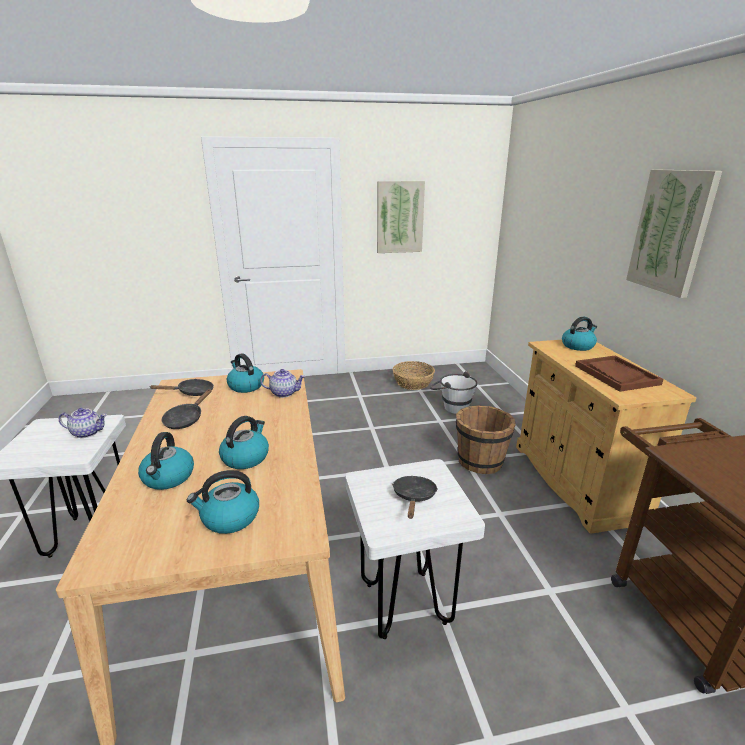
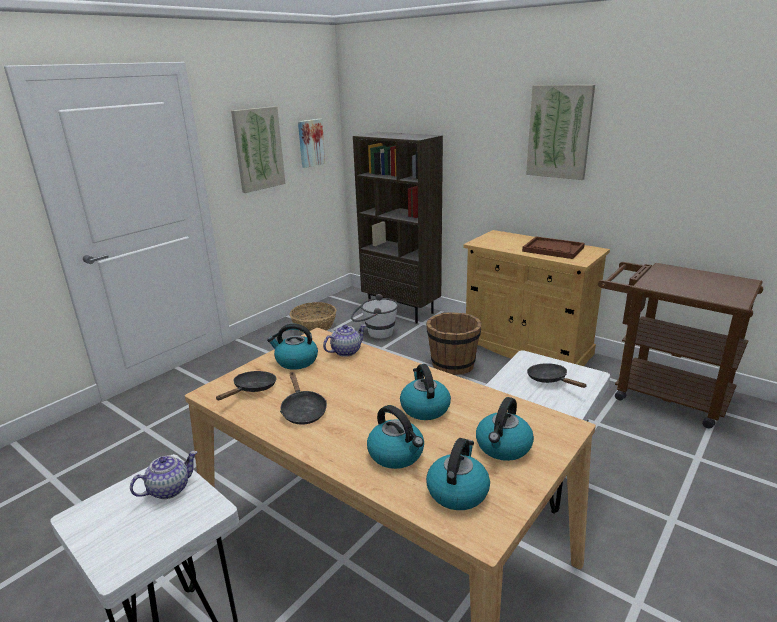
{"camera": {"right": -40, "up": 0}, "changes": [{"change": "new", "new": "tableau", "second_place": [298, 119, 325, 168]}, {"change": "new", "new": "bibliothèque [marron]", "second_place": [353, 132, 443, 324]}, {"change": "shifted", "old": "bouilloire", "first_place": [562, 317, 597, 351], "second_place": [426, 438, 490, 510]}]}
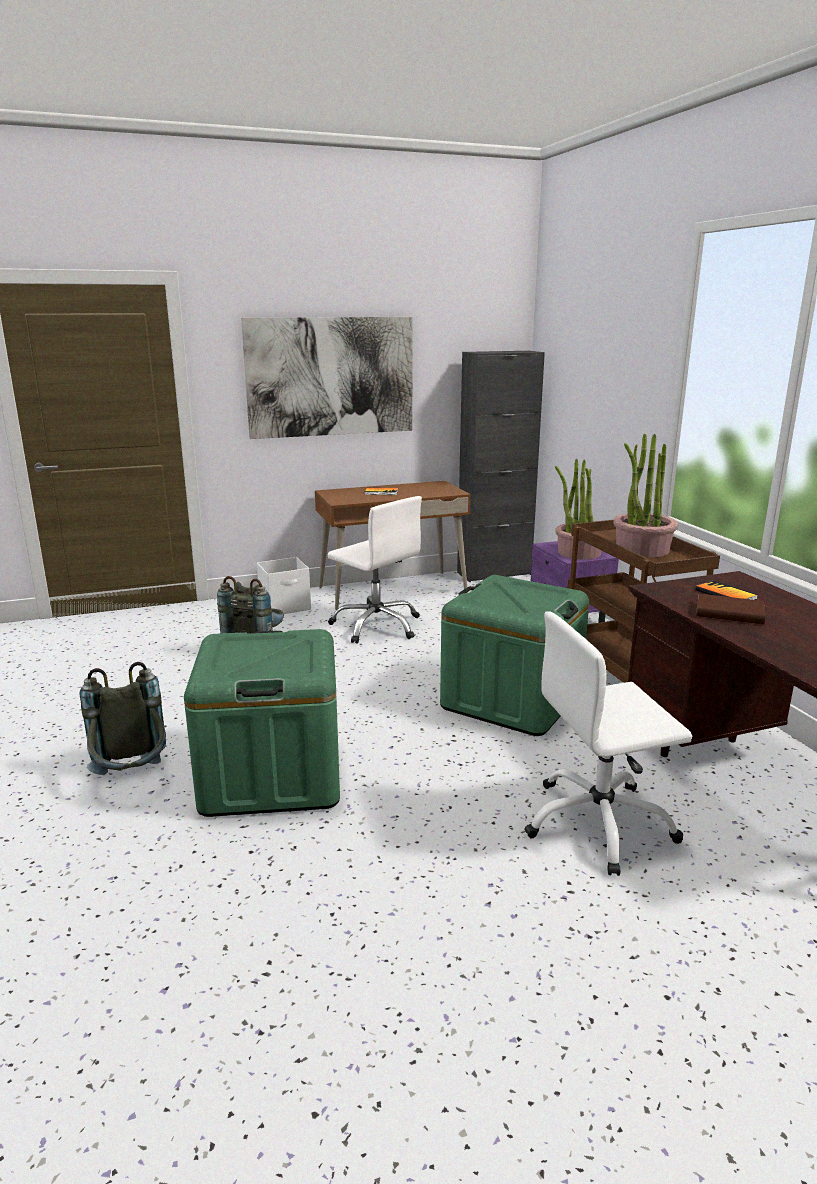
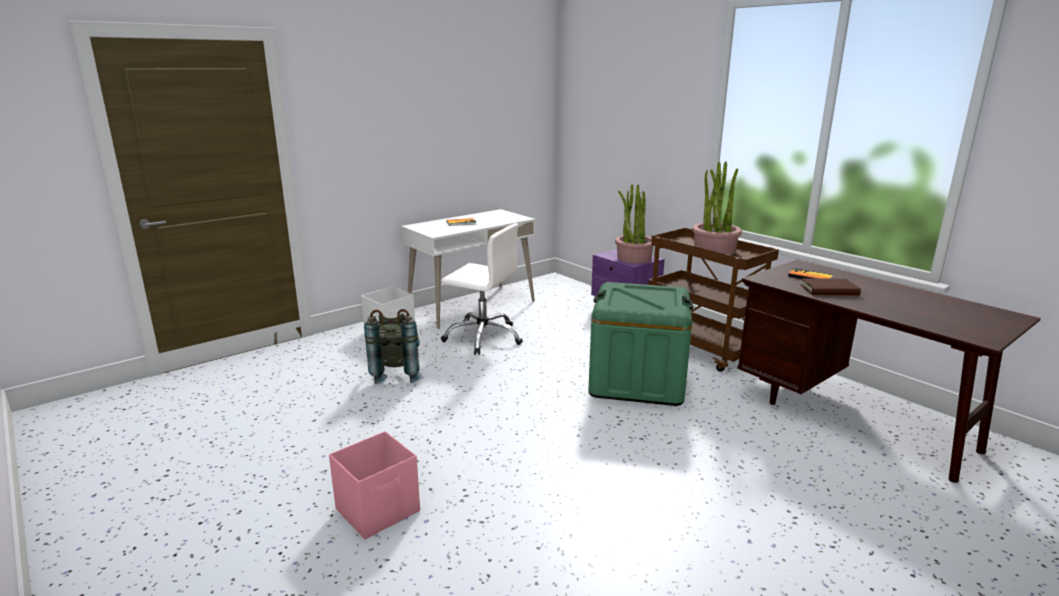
{"camera": {"right": -20, "up": 0}, "changes": [{"change": "swapped", "old": "sac à dos [gris]", "new": "boîte de rangement [rose]", "first_place": [80, 662, 166, 775], "second_place": [329, 431, 420, 539]}, {"change": "repainted", "old": "bureau [marron]", "new": "bureau [blanc]", "first_place": [315, 481, 471, 610], "second_place": [401, 209, 535, 329]}, {"change": "gone", "old": "boîte de rangement [vert]", "first_place": [184, 629, 340, 817]}, {"change": "gone", "old": "tableau", "first_place": [241, 317, 413, 439]}, {"change": "gone", "old": "meuble de rangement [noir]", "first_place": [457, 351, 545, 582]}, {"change": "gone", "old": "chaise de bureau [blanc]", "first_place": [525, 611, 692, 876]}]}
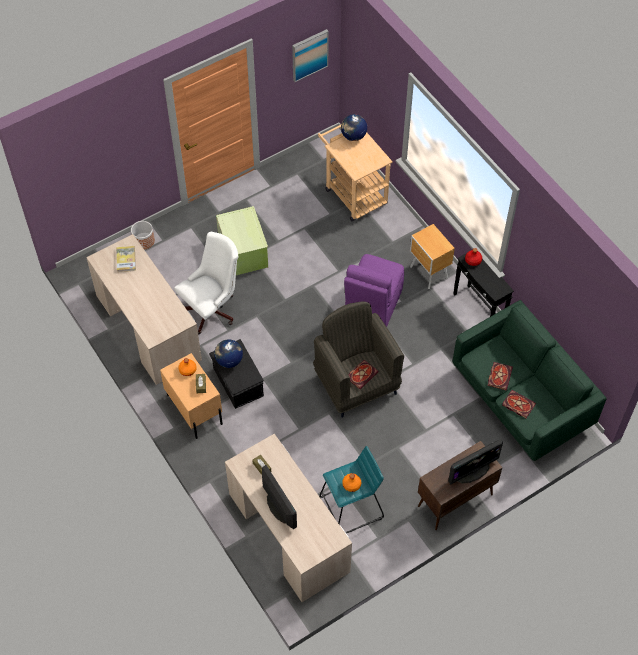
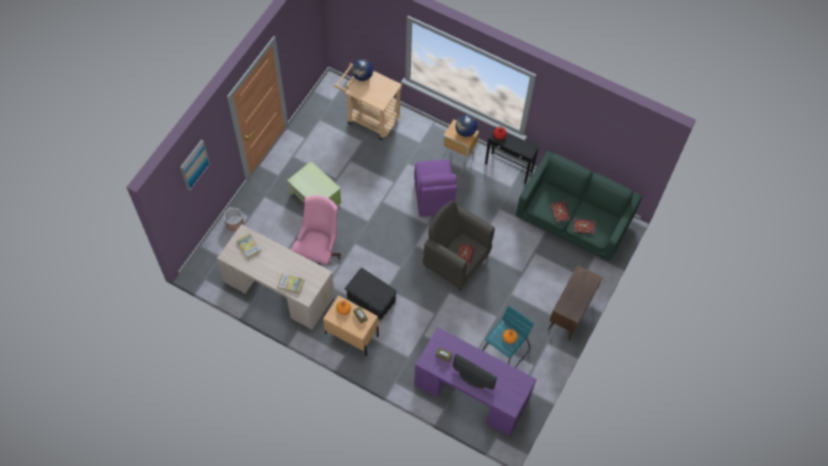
{"camera": {"right": -30, "up": 5}, "changes": [{"change": "shifted", "old": "tableau", "first_place": [292, 29, 329, 82], "second_place": [180, 140, 210, 191]}, {"change": "new", "new": "livre", "second_place": [277, 273, 305, 294]}, {"change": "repainted", "old": "chaise de bureau [blanc]", "new": "chaise de bureau [rose]", "first_place": [174, 232, 239, 334], "second_place": [291, 195, 341, 265]}, {"change": "repainted", "old": "bureau [beige]", "new": "bureau [violet]", "first_place": [225, 434, 352, 602], "second_place": [414, 327, 537, 436]}, {"change": "shifted", "old": "globe", "first_place": [214, 339, 243, 368], "second_place": [455, 115, 477, 137]}, {"change": "gone", "old": "écran d'ordinateur", "first_place": [448, 440, 503, 484]}]}
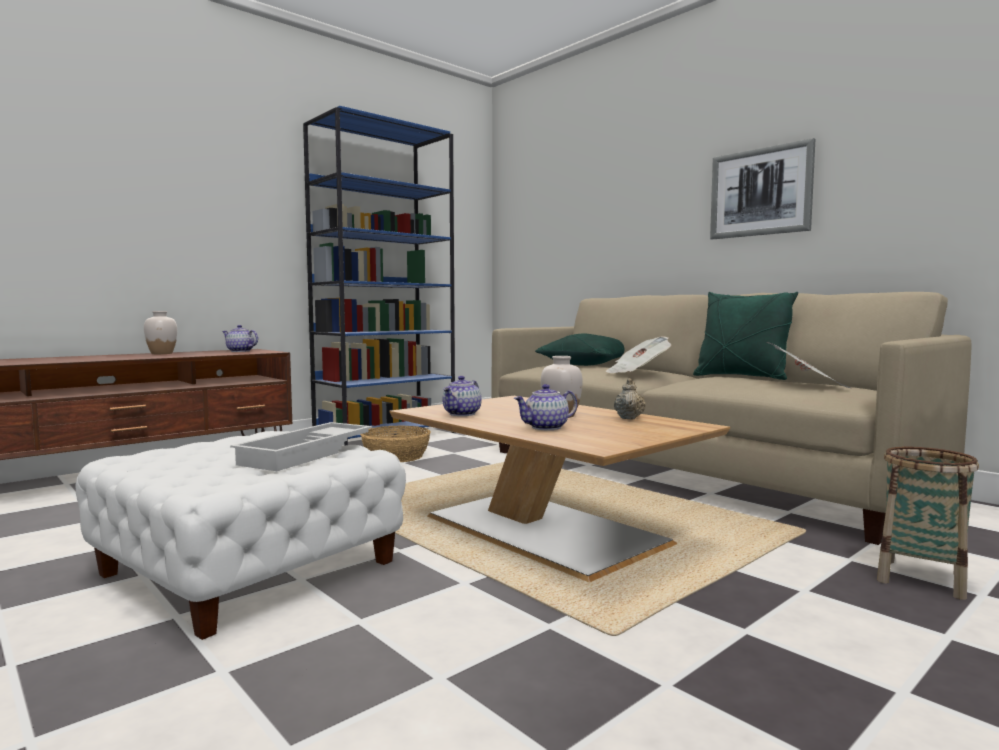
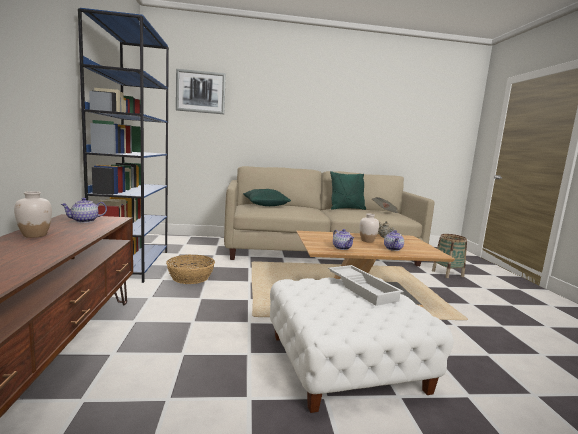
{"camera": {"right": -55, "up": 5}, "changes": [{"change": "shifted", "old": "tableau", "first_place": [710, 138, 815, 239], "second_place": [176, 69, 226, 114]}, {"change": "gone", "old": "journal", "first_place": [606, 336, 671, 373]}]}
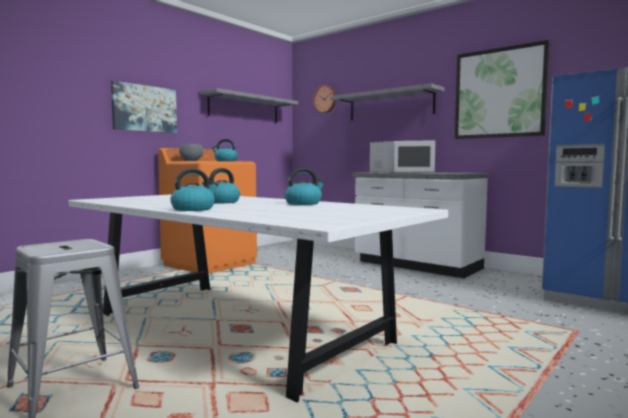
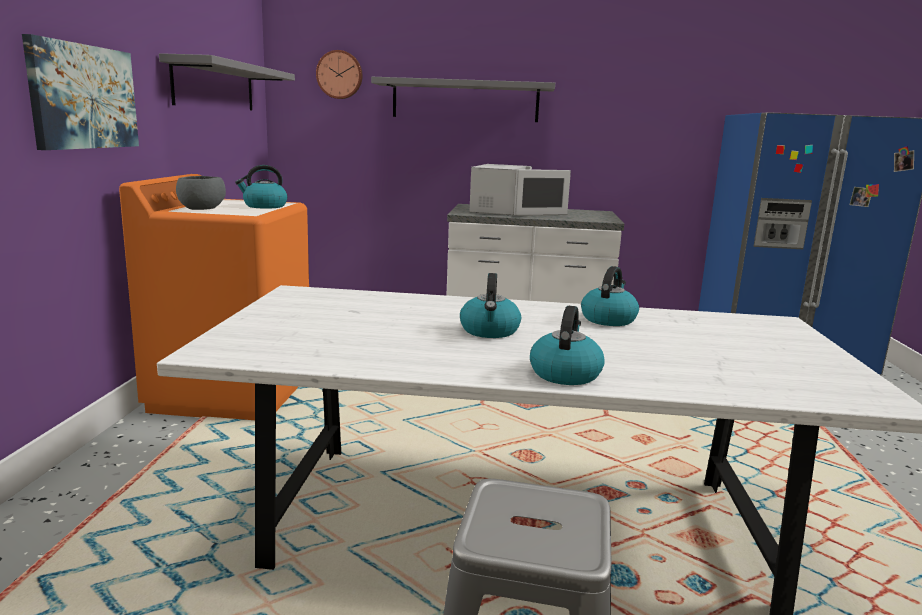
{"camera": {"right": -35, "up": 10}, "changes": [{"change": "gone", "old": "tableau", "first_place": [455, 40, 550, 139]}]}
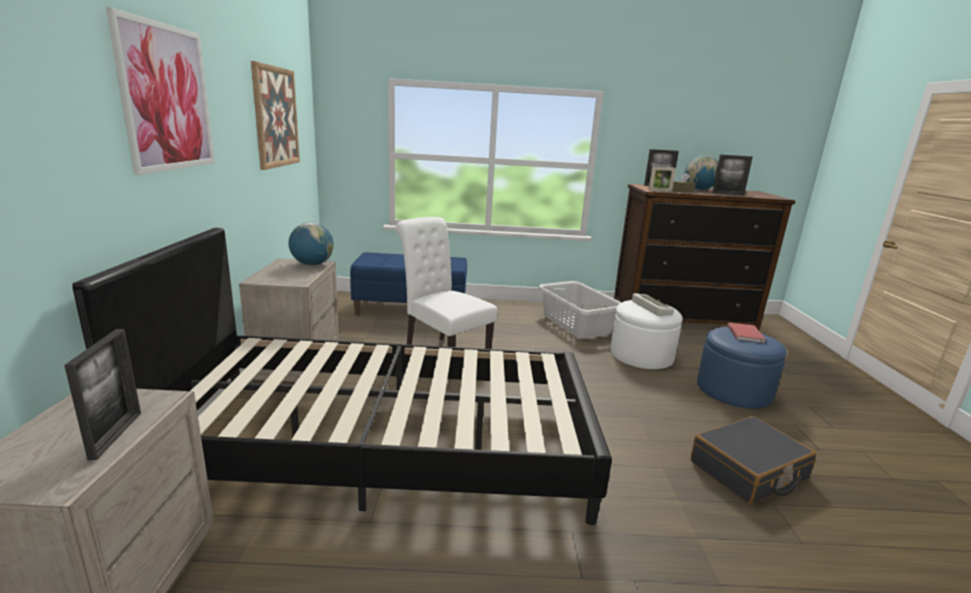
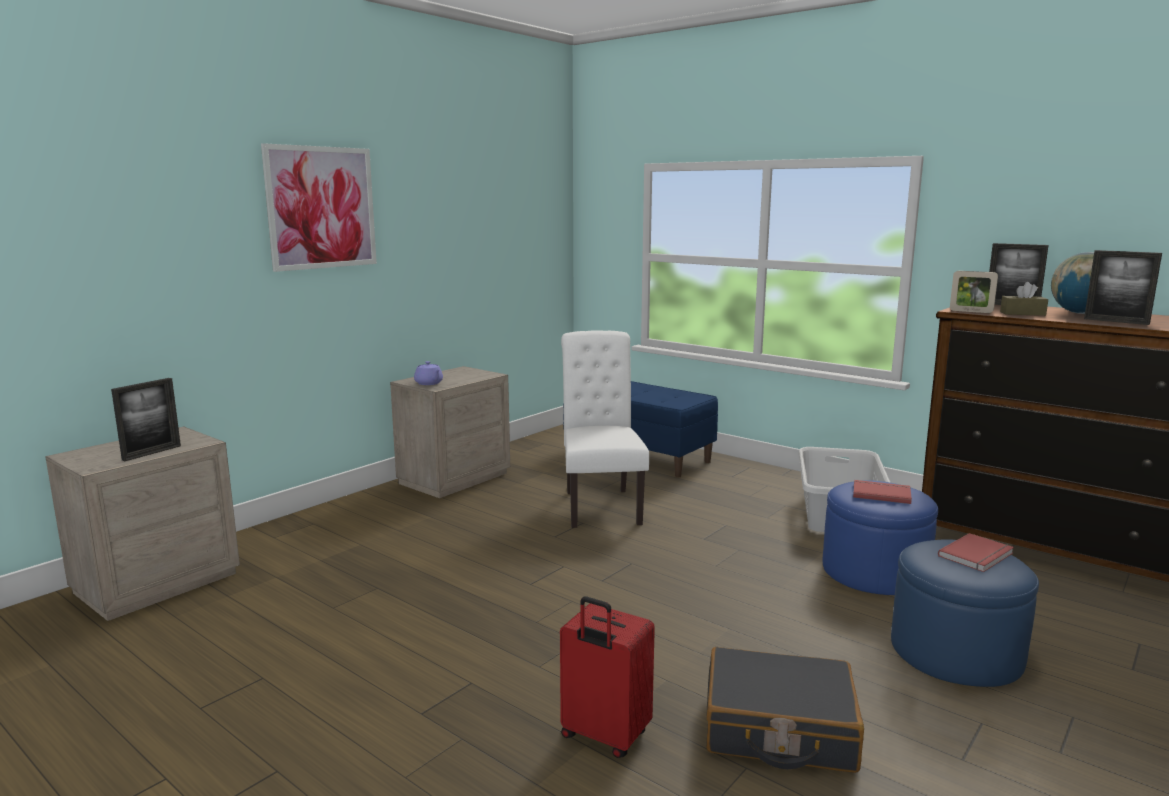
{"camera": {"right": 40, "up": -5}, "changes": [{"change": "new", "new": "théière [violet]", "second_place": [414, 361, 443, 385]}, {"change": "new", "new": "valise [rouge]", "second_place": [560, 597, 655, 758]}, {"change": "repainted", "old": "pouf [blanc]", "new": "pouf [bleu]", "first_place": [611, 300, 683, 369], "second_place": [823, 480, 938, 595]}, {"change": "swapped", "old": "clavier", "new": "livre [rouge]", "first_place": [632, 293, 674, 316], "second_place": [853, 480, 912, 504]}, {"change": "gone", "old": "lit [noir]", "first_place": [72, 228, 612, 525]}, {"change": "gone", "old": "tableau", "first_place": [251, 61, 300, 170]}, {"change": "gone", "old": "globe", "first_place": [289, 222, 334, 265]}]}
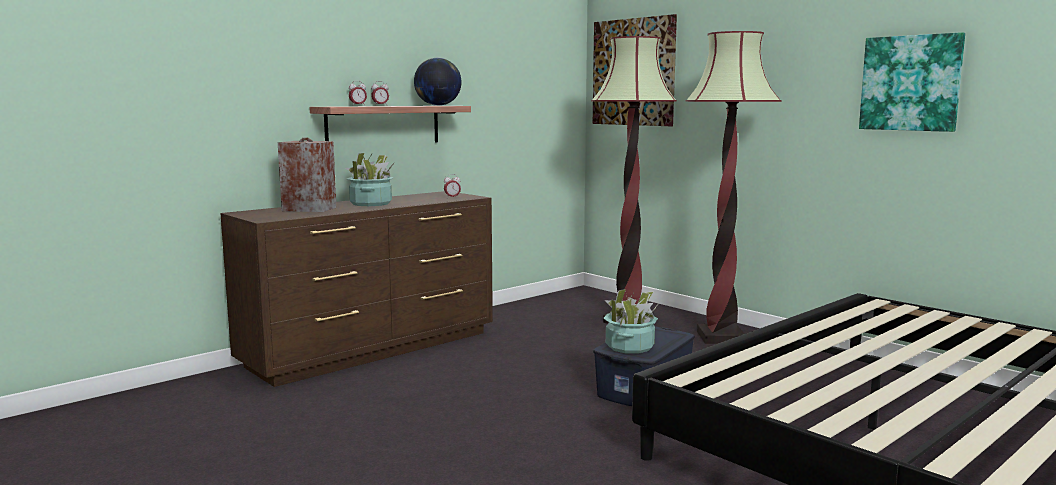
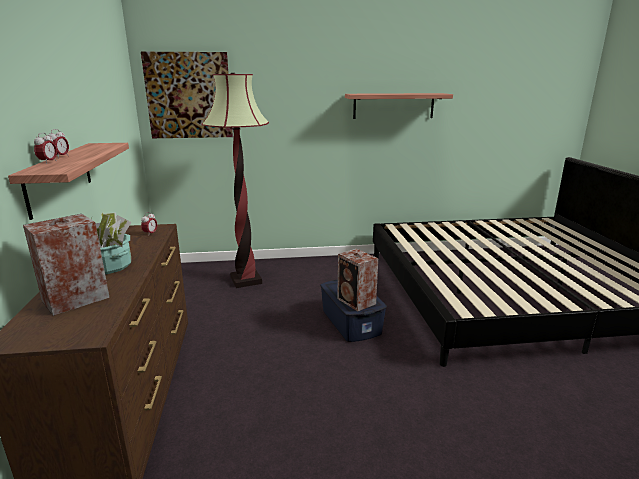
{"camera": {"right": -55, "up": 10}, "changes": [{"change": "swapped", "old": "plante en pot", "new": "enceinte", "first_place": [603, 289, 660, 354], "second_place": [337, 249, 378, 311]}, {"change": "swapped", "old": "tableau", "new": "étagère", "first_place": [859, 32, 965, 132], "second_place": [345, 93, 453, 119]}, {"change": "gone", "old": "globe", "first_place": [414, 58, 462, 106]}, {"change": "gone", "old": "lampadaire", "first_place": [686, 31, 782, 344]}]}
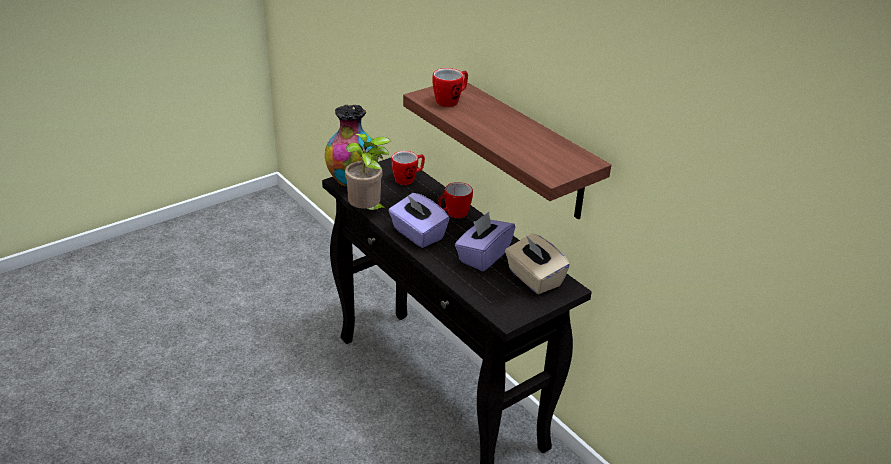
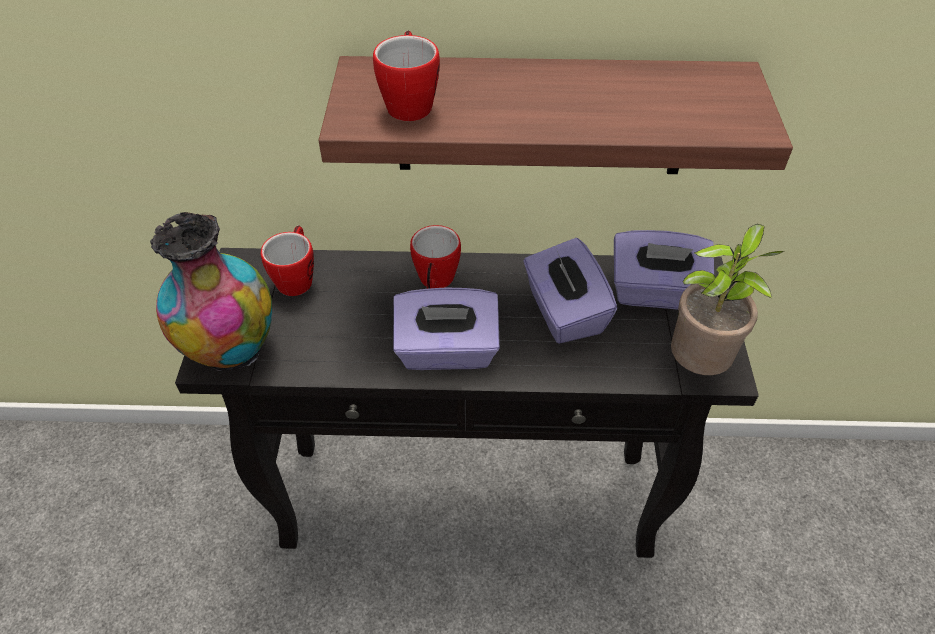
{"camera": {"right": -50, "up": 15}, "changes": [{"change": "repainted", "old": "boîte à mouchoirs [beige]", "new": "boîte à mouchoirs [violet]", "first_place": [505, 233, 570, 294], "second_place": [614, 230, 714, 310]}, {"change": "shifted", "old": "plante en pot", "first_place": [345, 134, 391, 211], "second_place": [671, 224, 784, 375]}]}
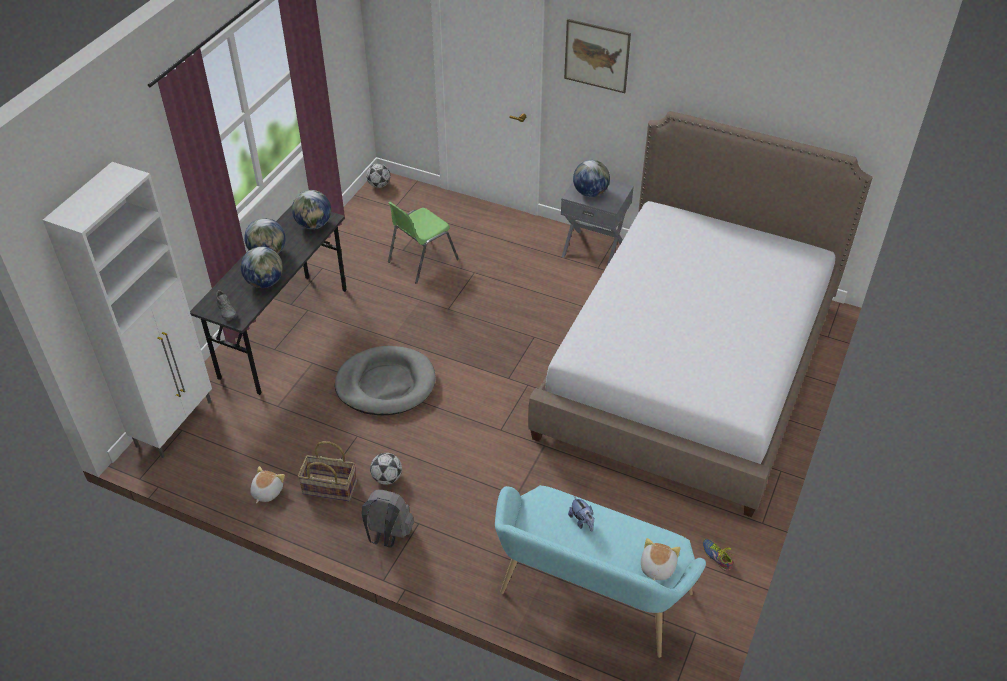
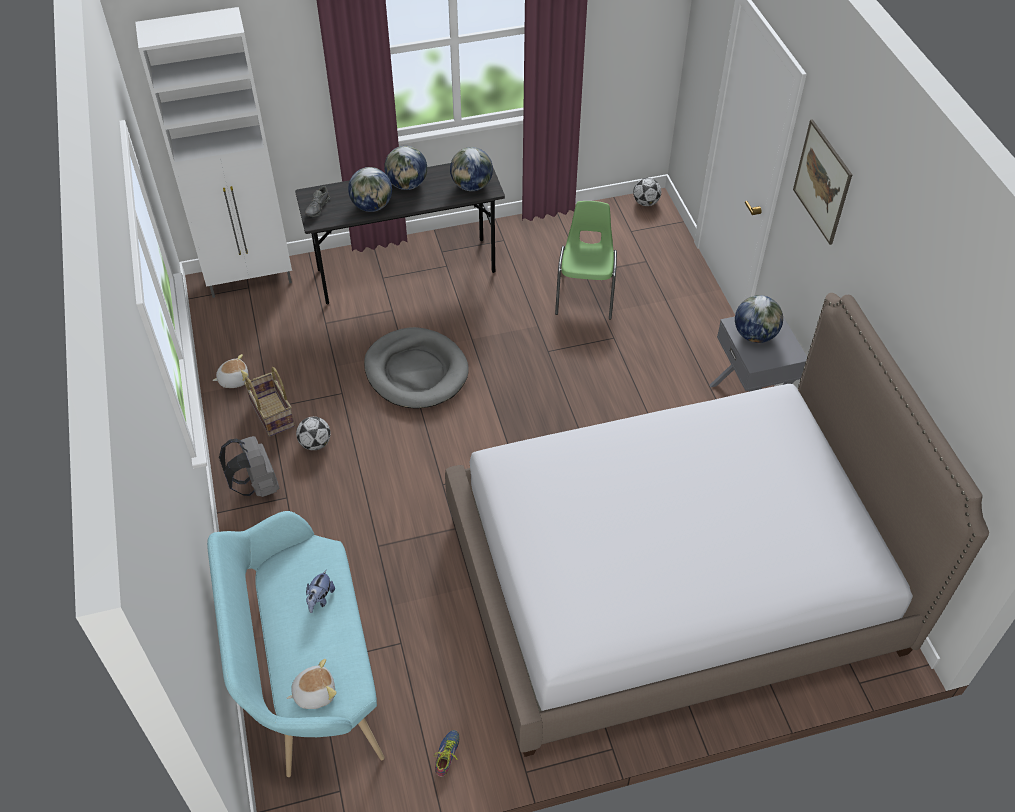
{"camera": {"right": 50, "up": 5}, "changes": [{"change": "rotated", "old": "chaise [vert]", "first_place": [388, 202, 459, 284], "second_place": [555, 201, 617, 319], "degrees": 90}]}
